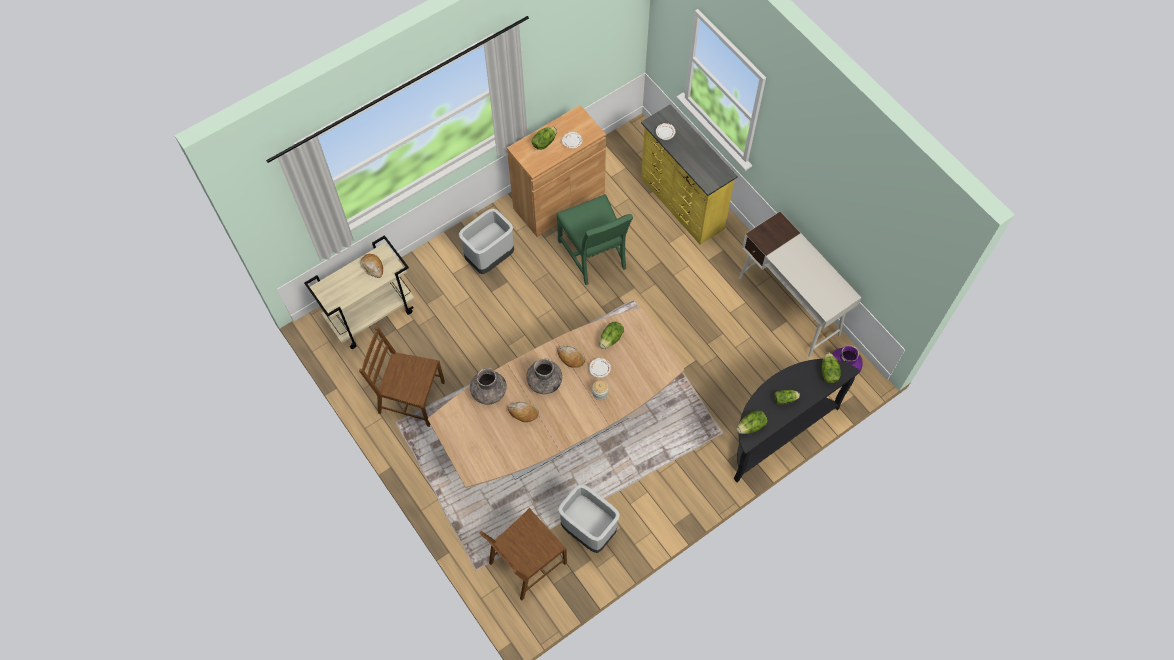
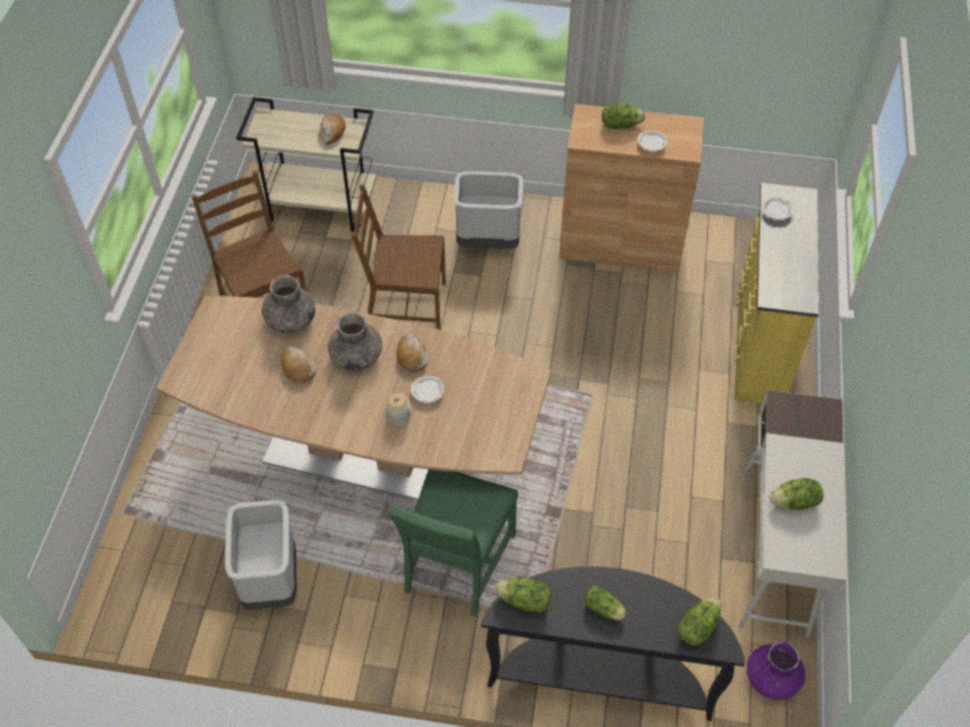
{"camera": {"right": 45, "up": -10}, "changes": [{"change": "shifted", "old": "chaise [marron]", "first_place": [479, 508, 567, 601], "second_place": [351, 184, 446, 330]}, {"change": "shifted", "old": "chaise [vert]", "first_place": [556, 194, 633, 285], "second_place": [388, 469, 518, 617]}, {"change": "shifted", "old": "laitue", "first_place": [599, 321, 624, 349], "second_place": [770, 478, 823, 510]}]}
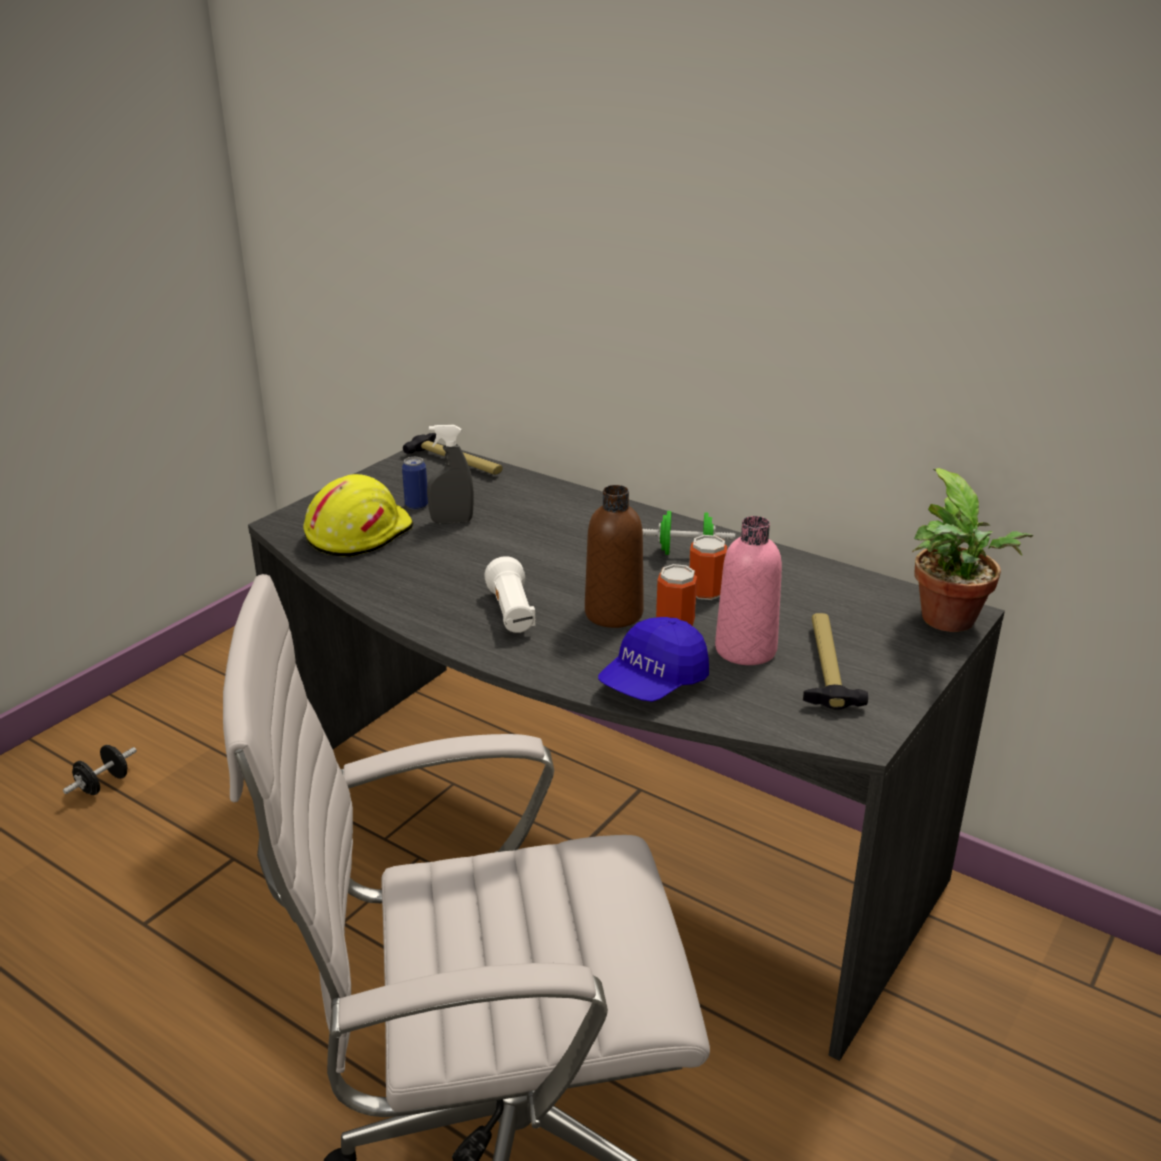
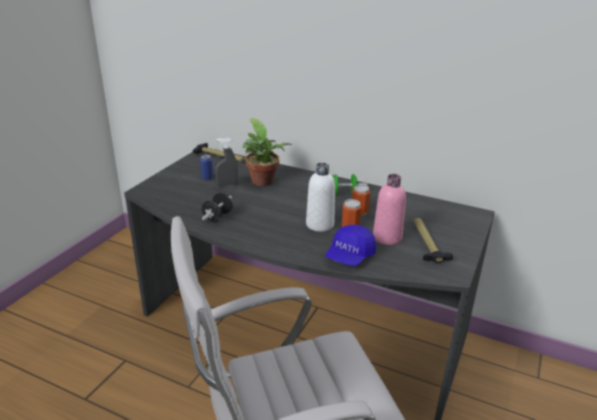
{"camera": {"right": -10, "up": 0}, "changes": [{"change": "shifted", "old": "haltère [noir]", "first_place": [63, 745, 137, 795], "second_place": [202, 193, 233, 222]}, {"change": "shifted", "old": "plante en pot", "first_place": [912, 468, 1033, 632], "second_place": [242, 118, 291, 186]}, {"change": "repainted", "old": "bouteille [marron]", "new": "bouteille [blanc]", "first_place": [585, 485, 644, 628], "second_place": [306, 163, 335, 232]}, {"change": "gone", "old": "casque de chantier [jaune]", "first_place": [303, 474, 414, 557]}, {"change": "gone", "old": "lampe de poche [blanc]", "first_place": [484, 556, 536, 633]}]}
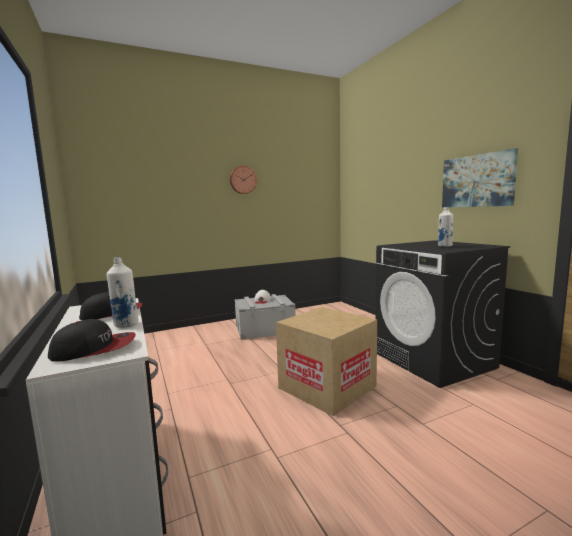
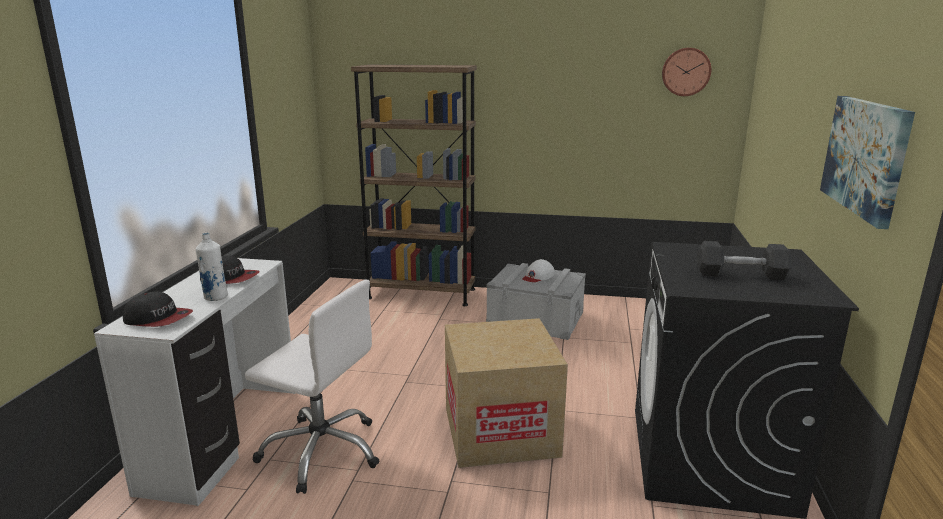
{"camera": {"right": 35, "up": 10}, "changes": [{"change": "new", "new": "chaise de bureau [blanc]", "second_place": [245, 280, 379, 494]}, {"change": "new", "new": "bibliothèque [marron]", "second_place": [351, 65, 477, 306]}, {"change": "shifted", "old": "horloge murale", "first_place": [230, 166, 257, 194], "second_place": [662, 48, 711, 96]}, {"change": "swapped", "old": "bouteille [blanc]", "new": "haltère [gris]", "first_place": [438, 207, 453, 247], "second_place": [697, 241, 792, 281]}]}
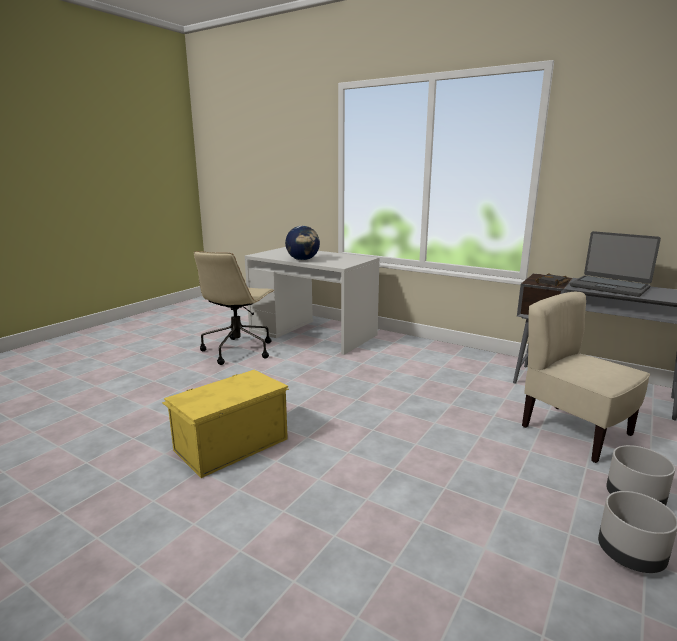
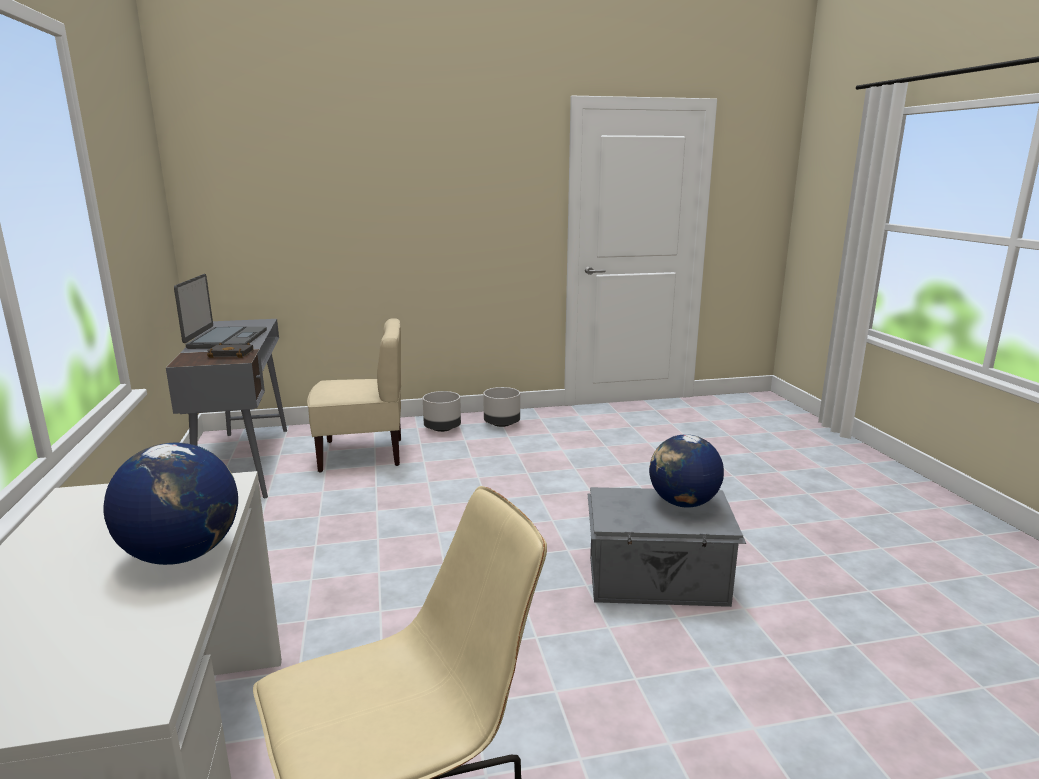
{"camera": {"right": -135, "up": 0}, "changes": [{"change": "rotated", "old": "chaise [beige]", "first_place": [522, 292, 650, 463], "second_place": [307, 318, 401, 472], "degrees": -105}, {"change": "repainted", "old": "boîte de rangement [jaune]", "new": "boîte de rangement [gris]", "first_place": [162, 370, 289, 478], "second_place": [588, 487, 746, 607]}, {"change": "new", "new": "globe", "second_place": [649, 434, 724, 508]}]}
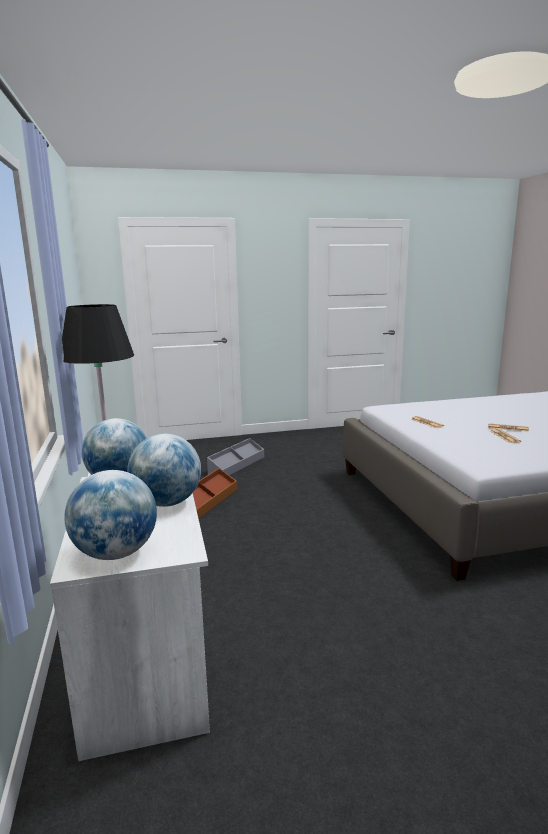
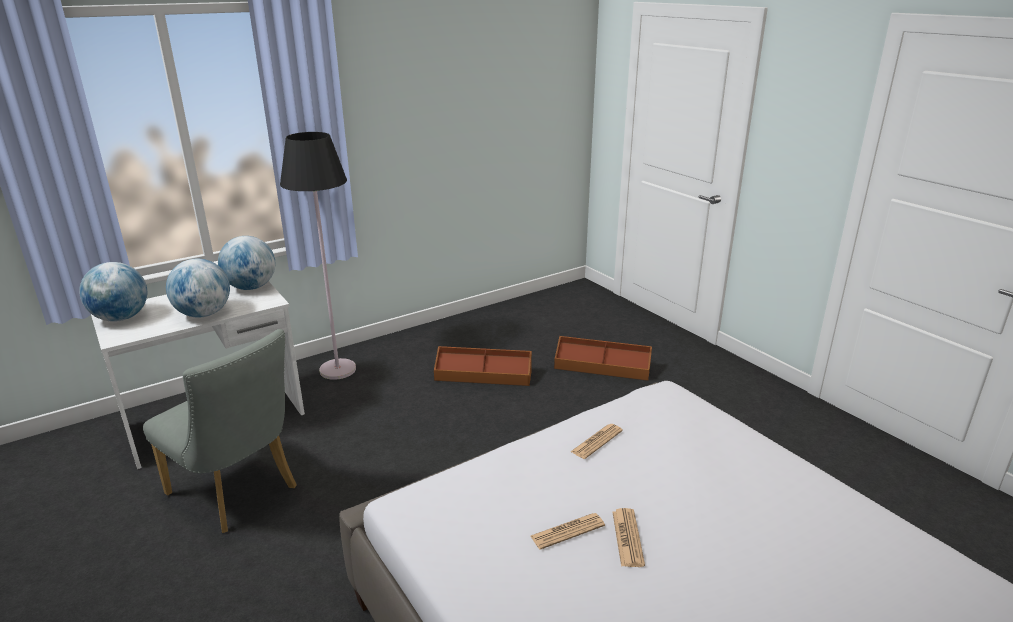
{"camera": {"right": 70, "up": 10}, "changes": [{"change": "new", "new": "chaise [gris]", "second_place": [143, 329, 297, 533]}, {"change": "repainted", "old": "boîte de rangement [gris]", "new": "boîte de rangement [marron]", "first_place": [207, 438, 264, 475], "second_place": [554, 336, 652, 381]}]}
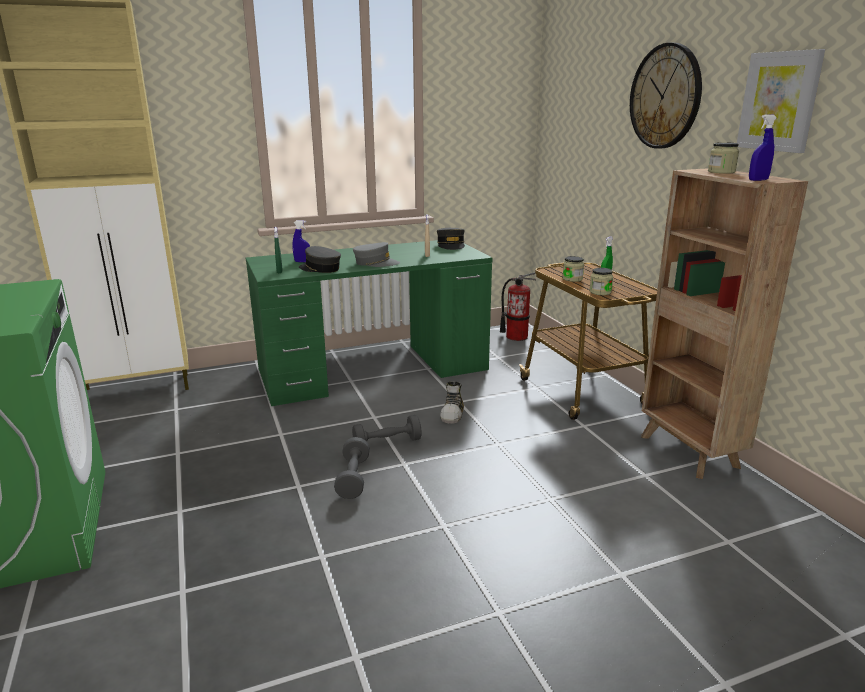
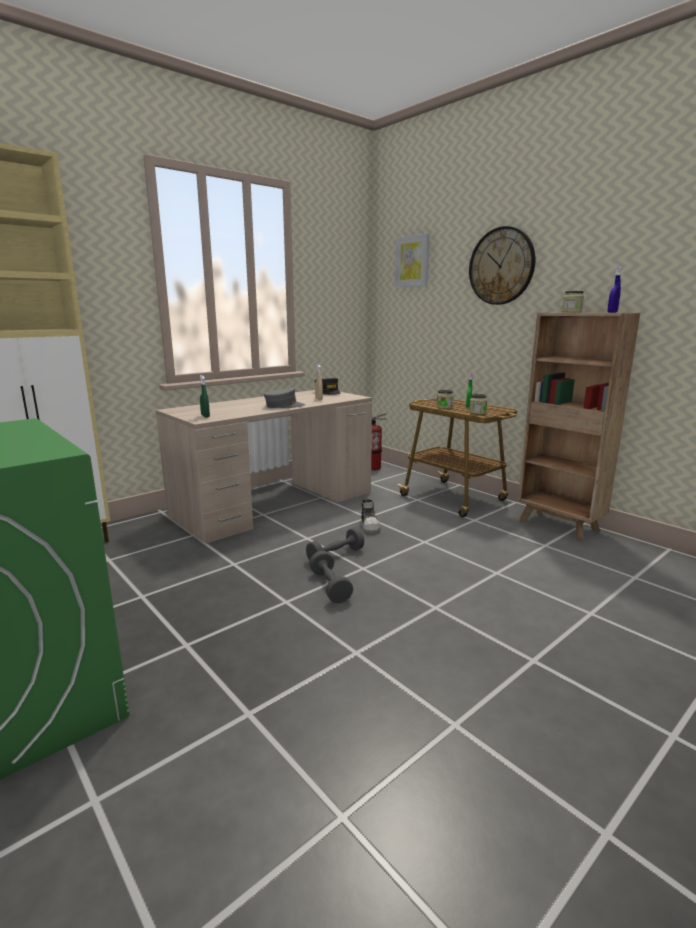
{"camera": {"right": -20, "up": -5}, "changes": [{"change": "repainted", "old": "bureau [vert]", "new": "bureau [beige]", "first_place": [246, 240, 493, 406], "second_place": [156, 390, 372, 544]}, {"change": "shifted", "old": "tableau", "first_place": [737, 49, 825, 153], "second_place": [395, 233, 430, 287]}, {"change": "gone", "old": "vaporisateur [bleu]", "first_place": [293, 220, 310, 262]}, {"change": "gone", "old": "casquette [gris]", "first_place": [299, 246, 341, 273]}]}
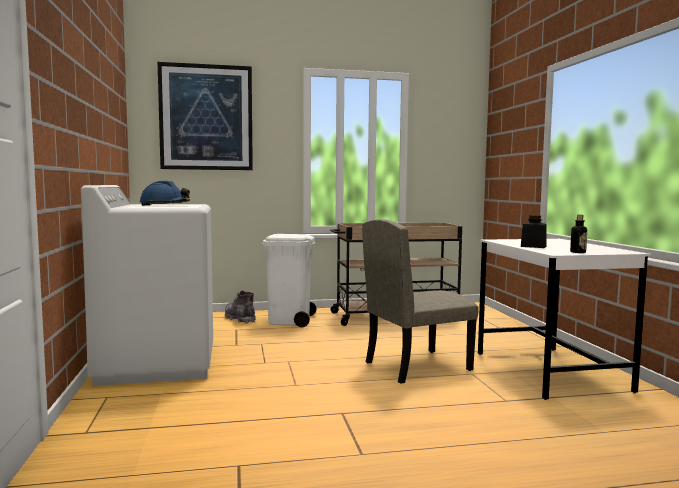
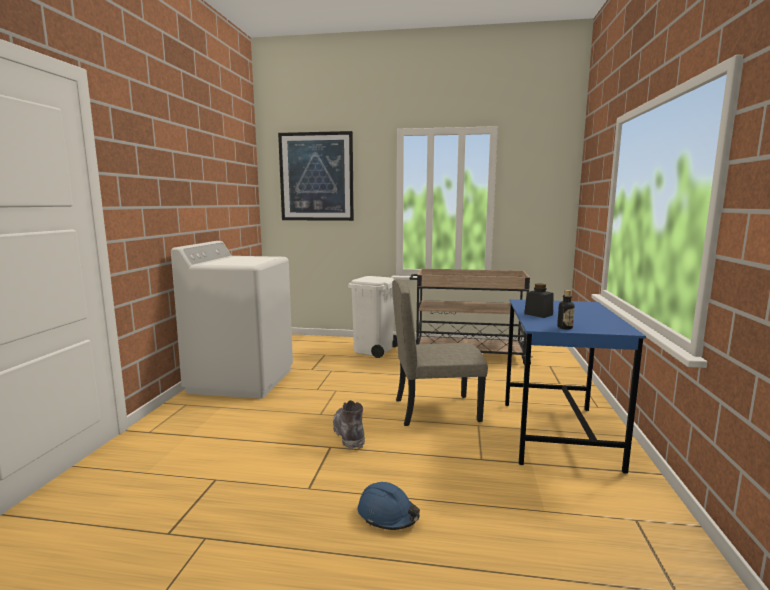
{"camera": {"right": 20, "up": 5}, "changes": [{"change": "shifted", "old": "botte [gris]", "first_place": [225, 290, 255, 324], "second_place": [333, 400, 365, 450]}, {"change": "shifted", "old": "casque de chantier [bleu]", "first_place": [140, 181, 190, 206], "second_place": [358, 482, 420, 530]}, {"change": "repainted", "old": "bureau [blanc]", "new": "bureau [bleu]", "first_place": [478, 239, 651, 400], "second_place": [505, 299, 646, 474]}]}
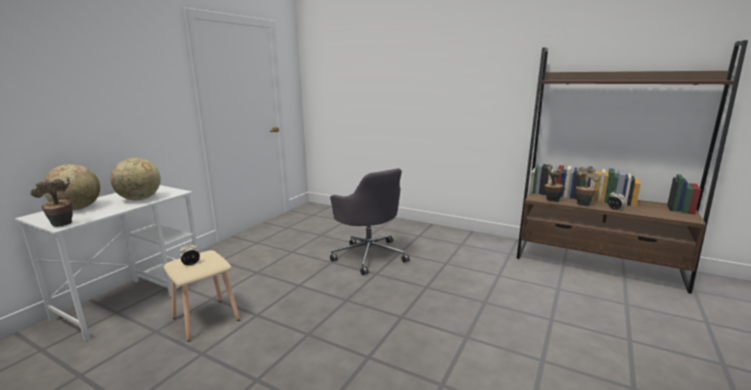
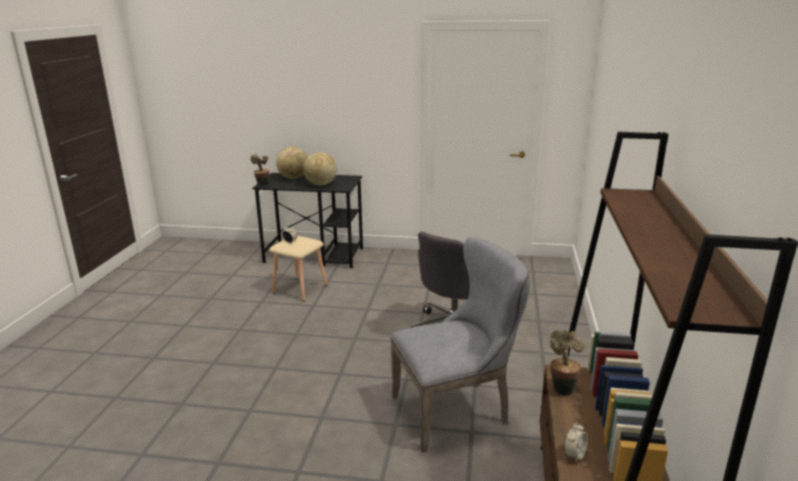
{"camera": {"right": 70, "up": 5}, "changes": [{"change": "repainted", "old": "bureau [blanc]", "new": "bureau [noir]", "first_place": [15, 185, 202, 341], "second_place": [252, 173, 363, 268]}, {"change": "new", "new": "chaise [gris]", "second_place": [390, 236, 530, 452]}, {"change": "gone", "old": "plante en pot", "first_place": [576, 167, 600, 207]}]}
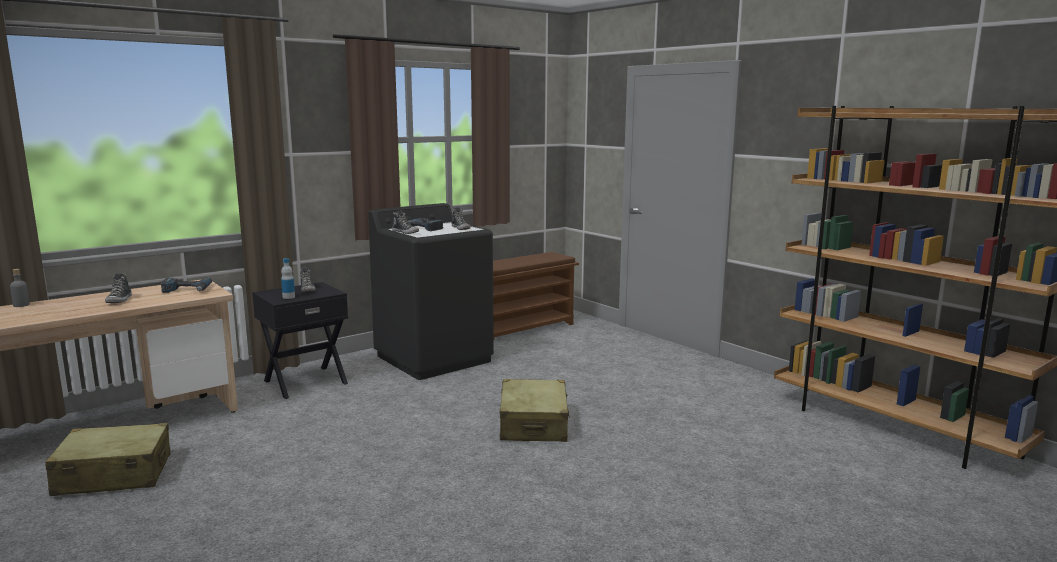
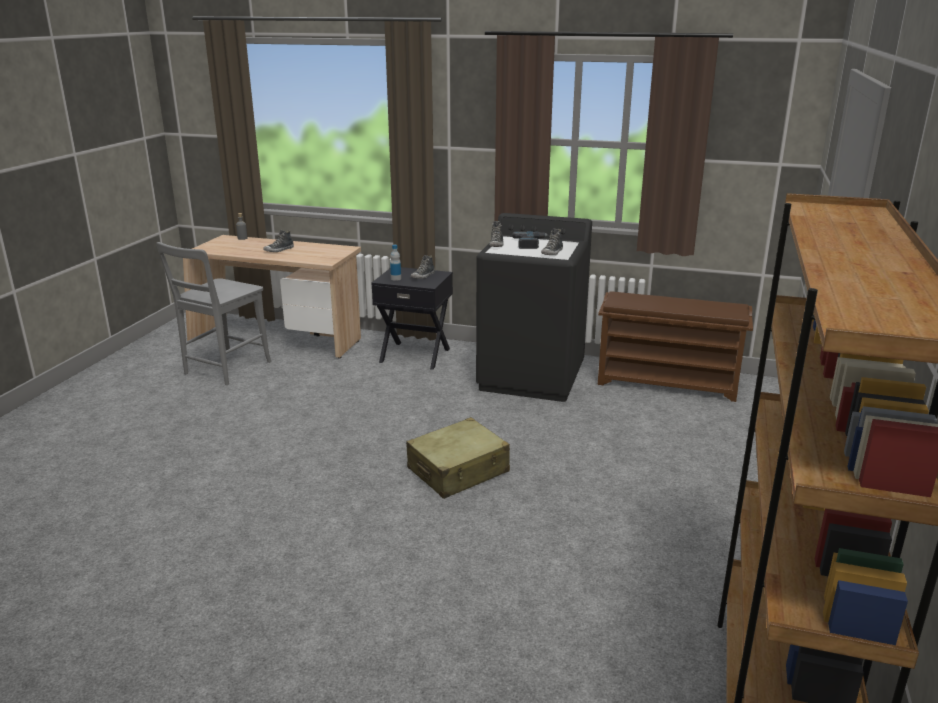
{"camera": {"right": 55, "up": 10}, "changes": [{"change": "swapped", "old": "valise [beige]", "new": "chaise [gris]", "first_place": [45, 423, 170, 496], "second_place": [156, 242, 271, 385]}, {"change": "gone", "old": "perceuse", "first_place": [161, 277, 212, 293]}]}
